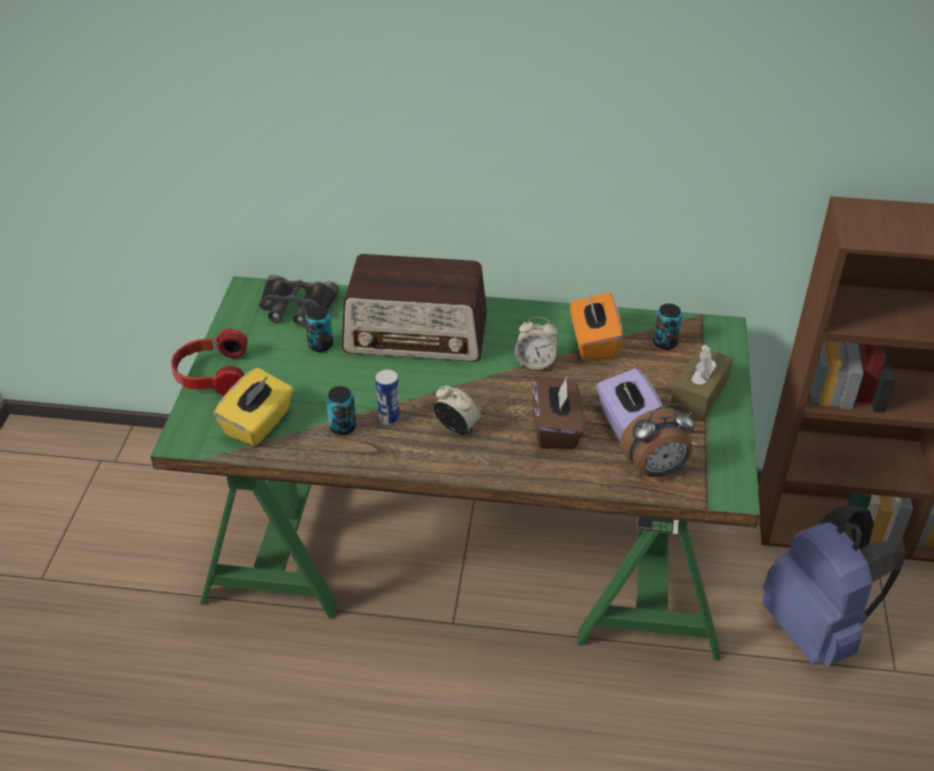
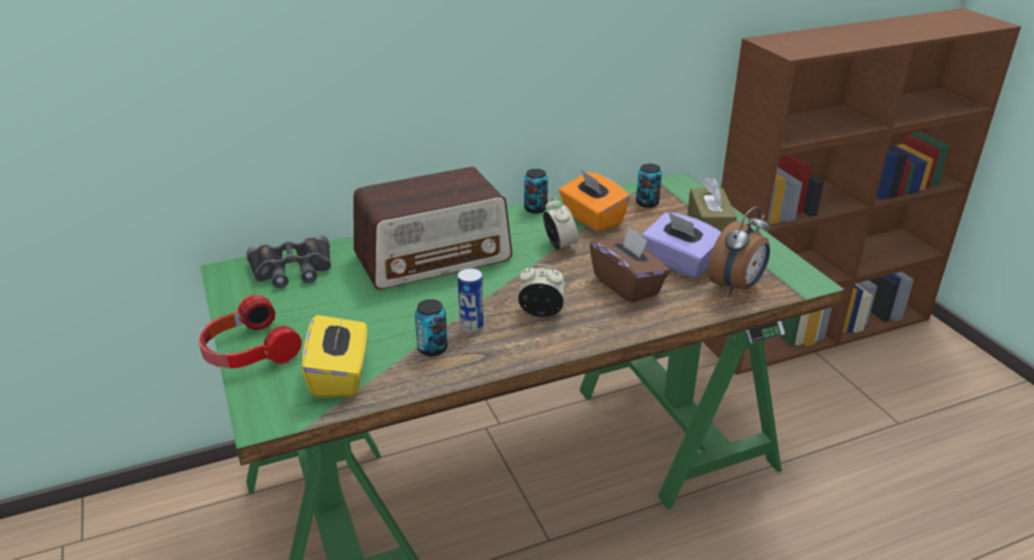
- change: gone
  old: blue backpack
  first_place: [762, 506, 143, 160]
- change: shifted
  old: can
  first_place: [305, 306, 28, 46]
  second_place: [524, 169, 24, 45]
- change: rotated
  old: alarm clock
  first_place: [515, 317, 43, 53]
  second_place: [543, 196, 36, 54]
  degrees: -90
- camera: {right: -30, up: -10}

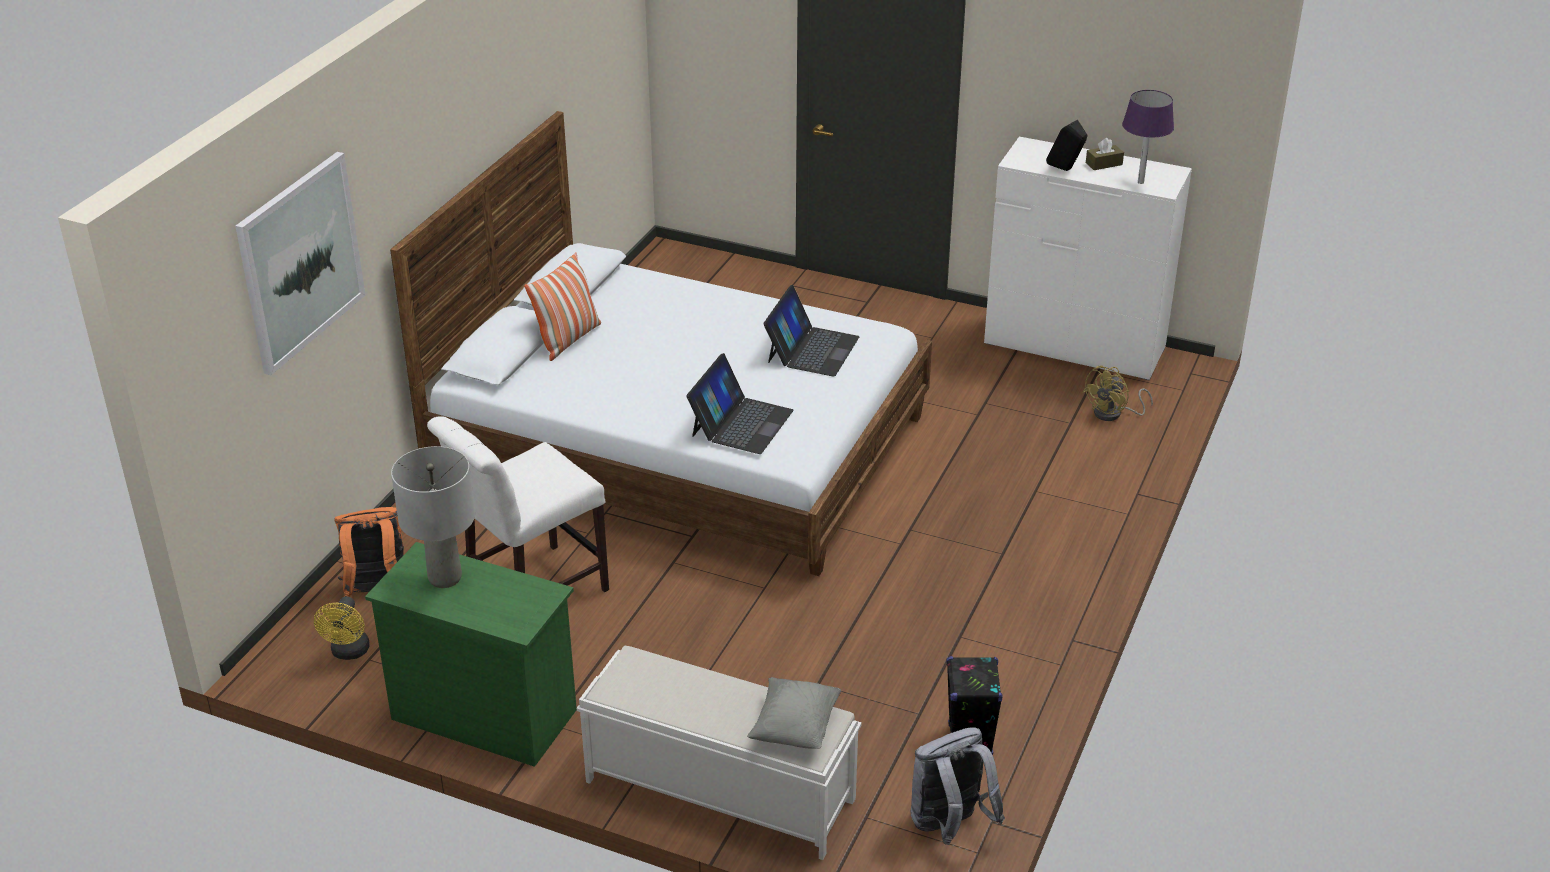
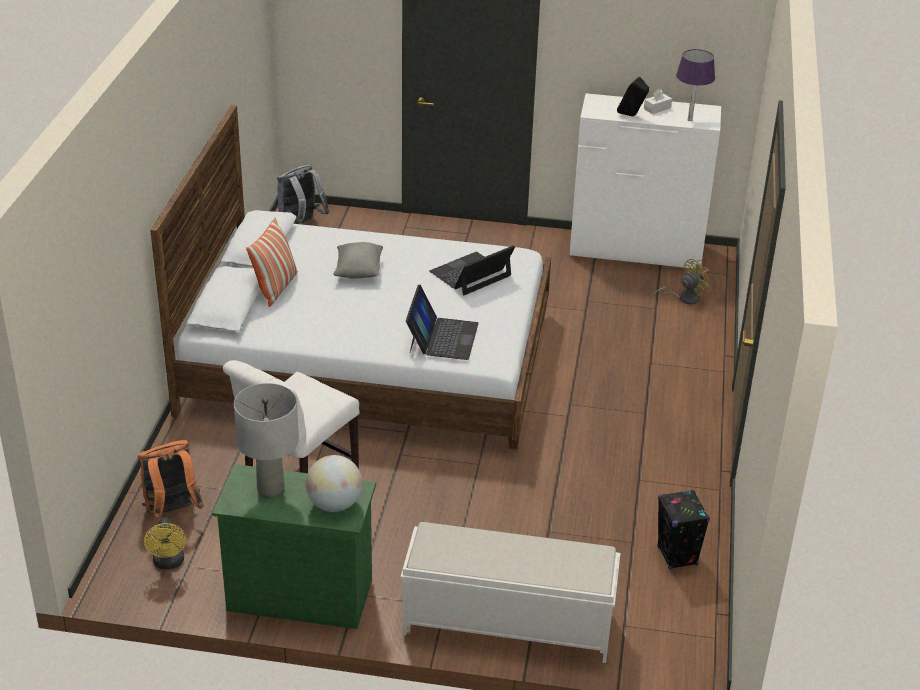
- change: gone
  old: picture
  first_place: [235, 152, 131, 223]
- change: new
  new: globe
  second_place: [306, 455, 56, 57]
- change: shifted
  old: grey pillow
  first_place: [747, 677, 94, 72]
  second_place: [333, 242, 50, 37]
- change: shifted
  old: grey backpack
  first_place: [911, 727, 94, 118]
  second_place: [277, 165, 52, 59]
- change: repainted
  old: brown tissue box
  new: white tissue box
  first_place: [1086, 138, 38, 32]
  second_place: [644, 89, 28, 25]
- change: rotated
  old: laptop
  first_place: [763, 285, 96, 92]
  second_place: [429, 245, 86, 50]
  degrees: -135
- change: rotated
  old: yellow fan
  first_place: [1082, 366, 71, 55]
  second_place: [652, 259, 59, 46]
  degrees: -150
- camera: {right: -15, up: 0}

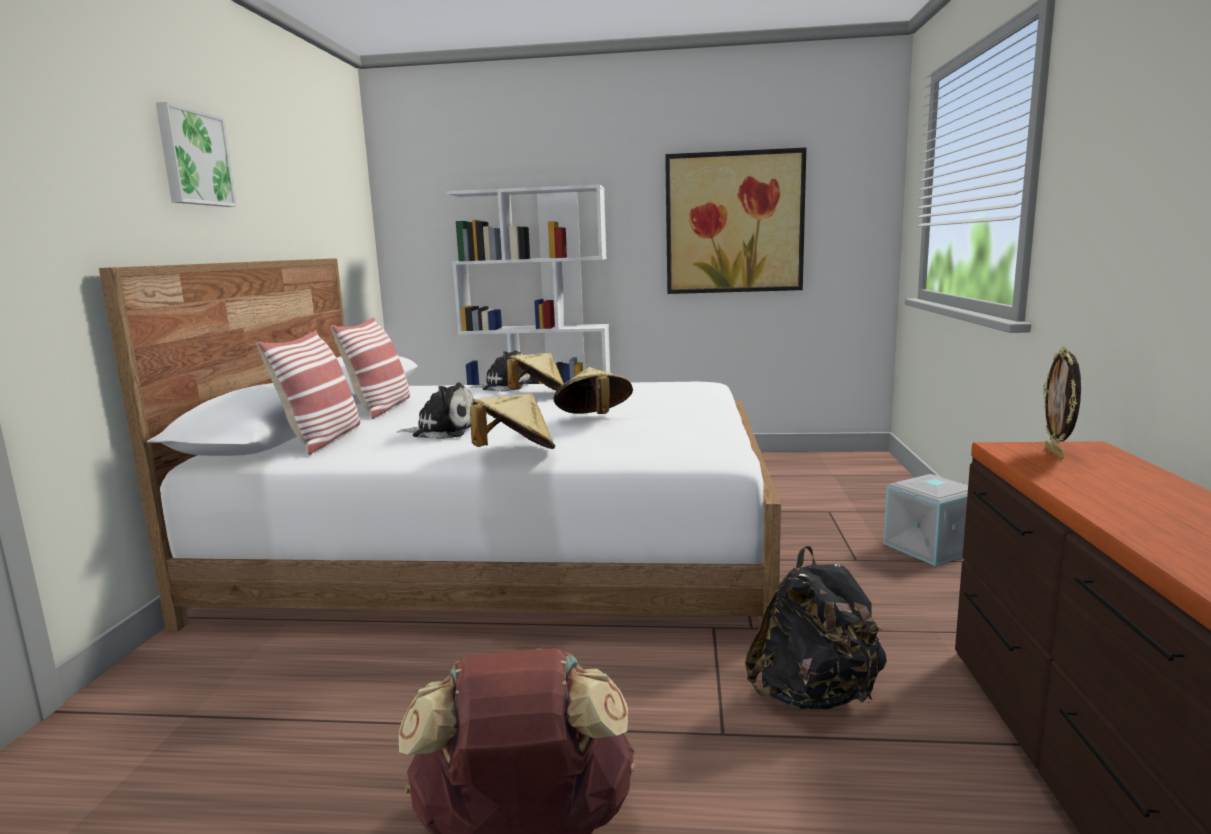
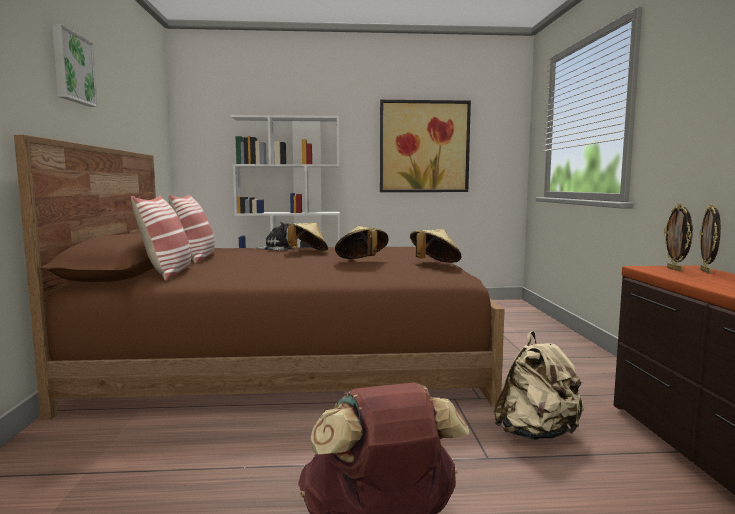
- change: gone
  old: plush toy
  first_place: [397, 383, 77, 56]
- change: gone
  old: grey storage box
  first_place: [883, 474, 85, 92]
- change: new
  new: picture frame
  second_place: [700, 204, 21, 70]
- change: shifted
  old: beige hat
  first_place: [470, 394, 85, 55]
  second_place: [410, 229, 52, 34]
- change: repainted
  old: white bed
  new: brown bed
  first_place: [99, 258, 682, 373]
  second_place: [14, 135, 491, 285]
- change: repainted
  old: black backpack
  new: beige backpack
  first_place: [745, 546, 142, 164]
  second_place: [494, 331, 90, 109]
- camera: {right: -10, up: -5}

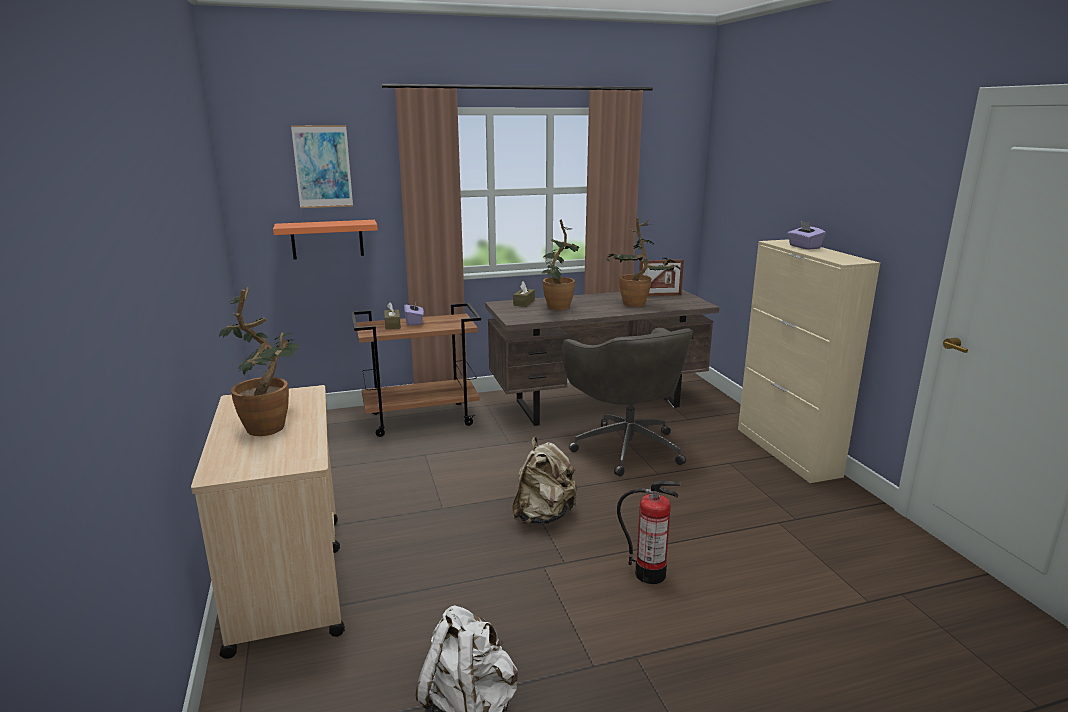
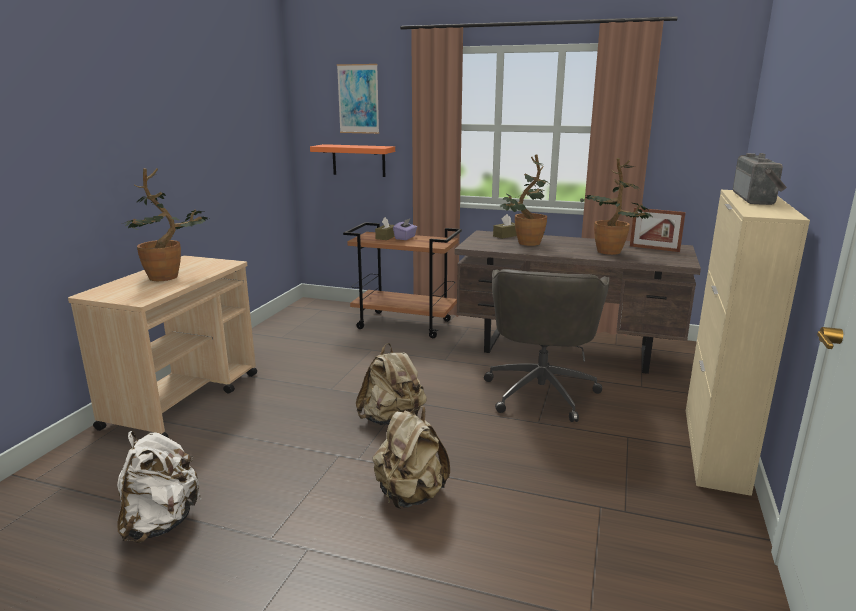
- change: swapped
  old: fire extinguisher
  new: beige backpack
  first_place: [617, 481, 64, 103]
  second_place: [372, 406, 78, 103]
- change: swapped
  old: purple tissue box
  new: radio
  first_place: [788, 221, 38, 29]
  second_place: [733, 153, 54, 52]
- camera: {right: 35, up: 0}

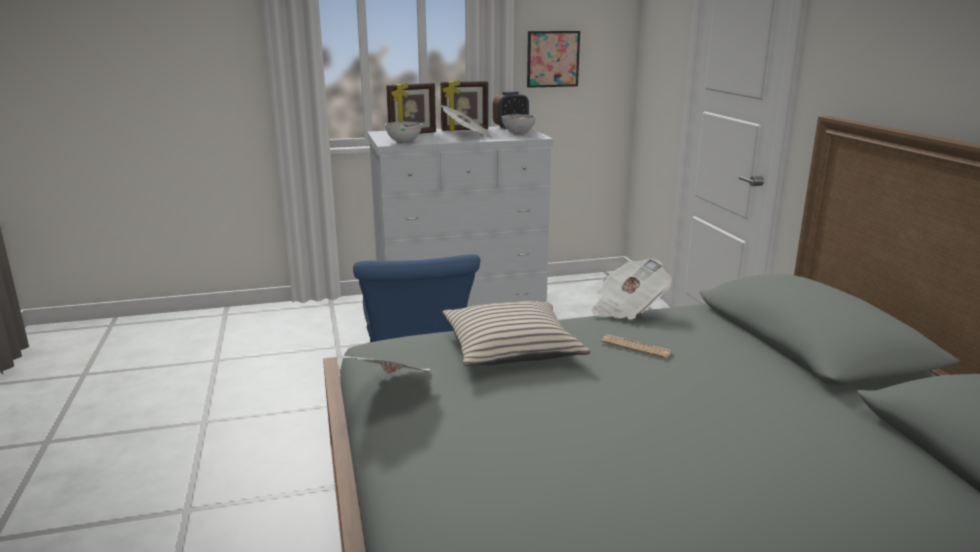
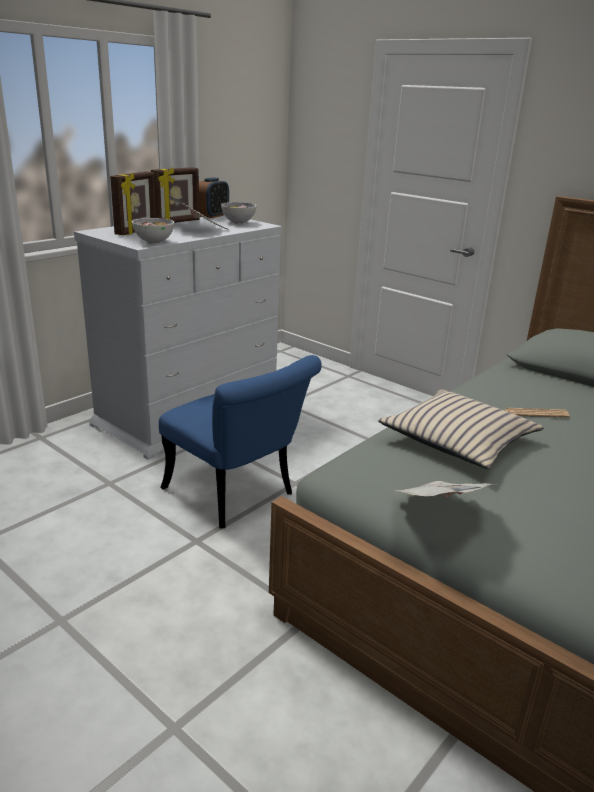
- change: gone
  old: picture
  first_place: [527, 31, 53, 57]
- change: gone
  old: newspaper
  first_place: [592, 259, 80, 61]
- camera: {right: -35, up: 5}

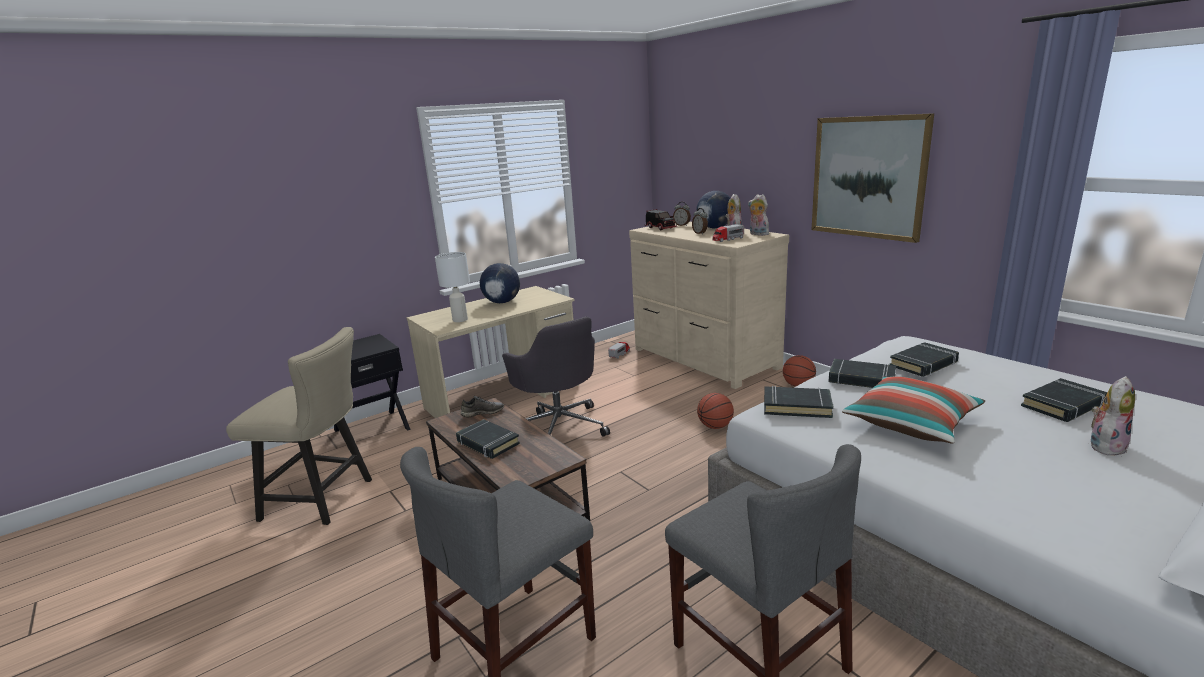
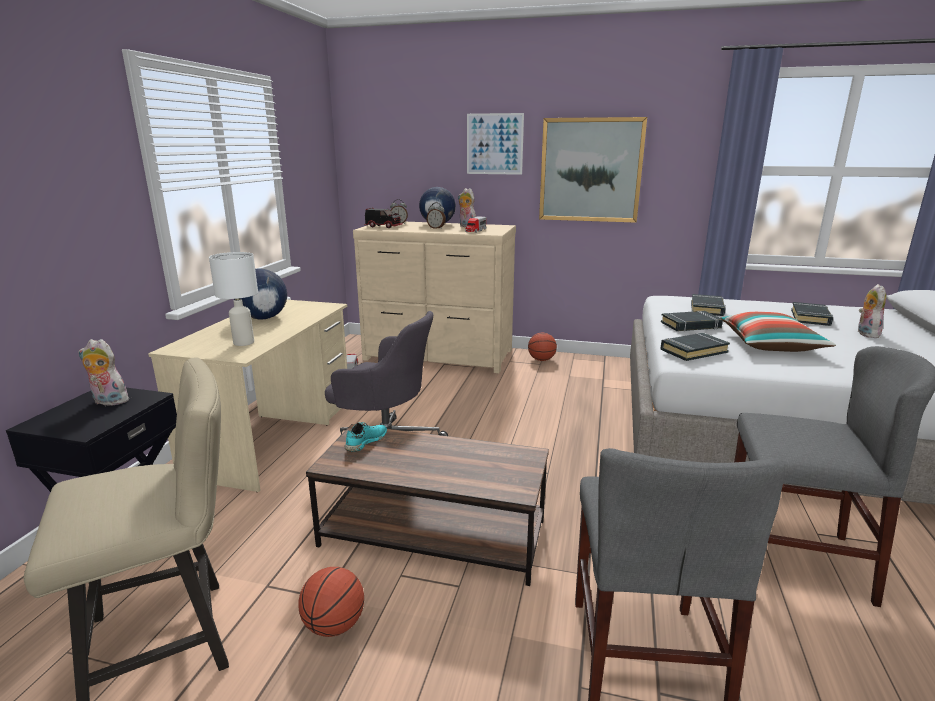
- change: gone
  old: black book
  first_place: [456, 419, 64, 40]
- change: new
  new: picture
  second_place: [467, 113, 57, 62]
- change: shifted
  old: basketball
  first_place: [697, 393, 37, 36]
  second_place: [298, 567, 66, 70]
- change: shifted
  old: plush toy
  first_place: [748, 194, 24, 42]
  second_place: [78, 339, 51, 67]
- change: repainted
  old: grey shoe
  new: turquoise shoe
  first_place: [461, 396, 43, 21]
  second_place: [345, 422, 42, 30]
- camera: {right: -40, up: 0}

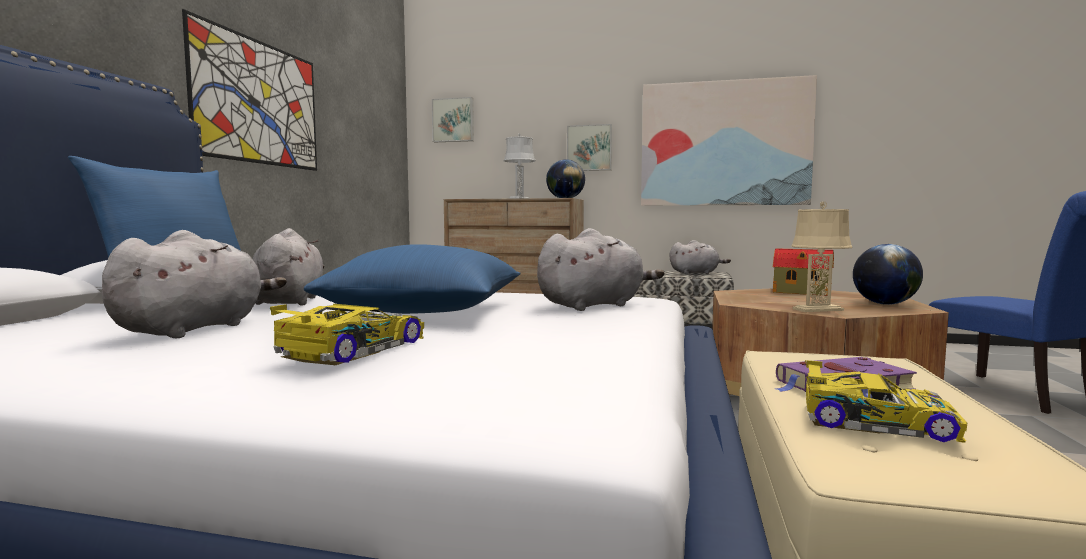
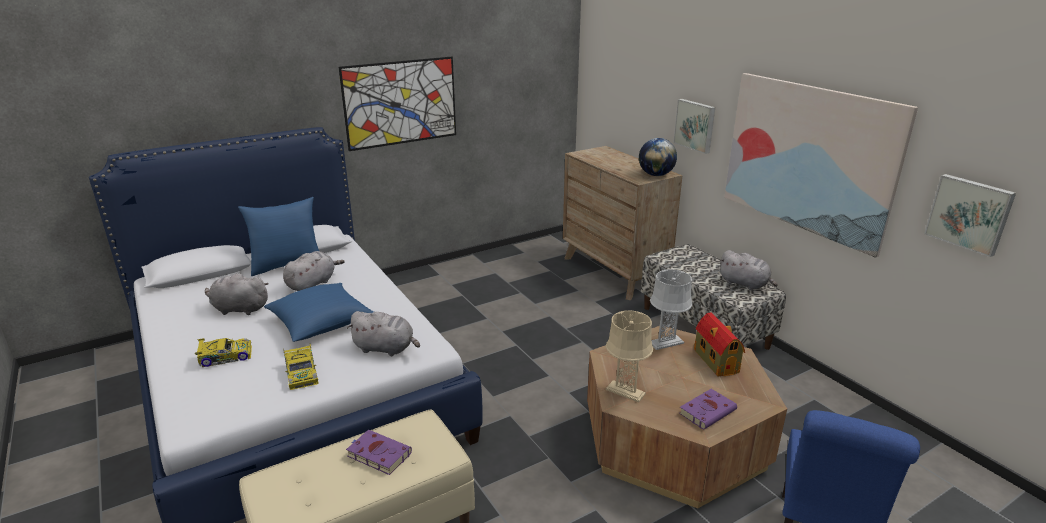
- change: shifted
  old: picture
  first_place: [432, 97, 42, 45]
  second_place: [924, 174, 92, 83]
- change: shifted
  old: grey table lamp
  first_place: [503, 134, 33, 65]
  second_place: [650, 269, 43, 81]
- change: shifted
  old: toy car
  first_place: [805, 360, 162, 83]
  second_place: [283, 343, 36, 47]
- change: swapped
  old: globe
  new: purple book
  first_place: [853, 244, 70, 61]
  second_place: [679, 389, 58, 41]
- change: rotated
  old: grey plush toy
  first_place: [102, 230, 185, 108]
  second_place: [205, 273, 64, 42]
  degrees: -150
- camera: {right: 45, up: 20}

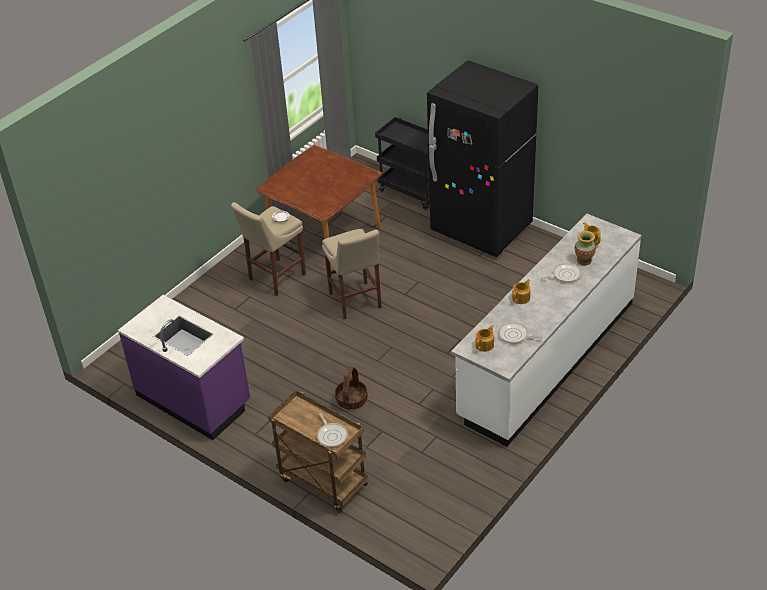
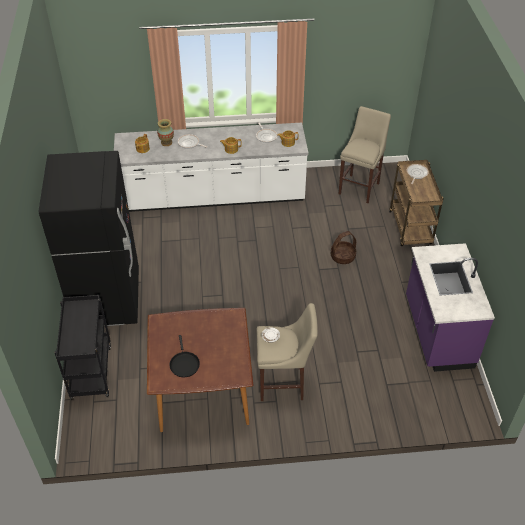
- change: new
  new: black frying pan
  second_place: [169, 335, 31, 42]
- change: shifted
  old: beige stool
  first_place: [322, 229, 60, 90]
  second_place: [339, 106, 52, 97]
- camera: {right: -135, up: 5}

